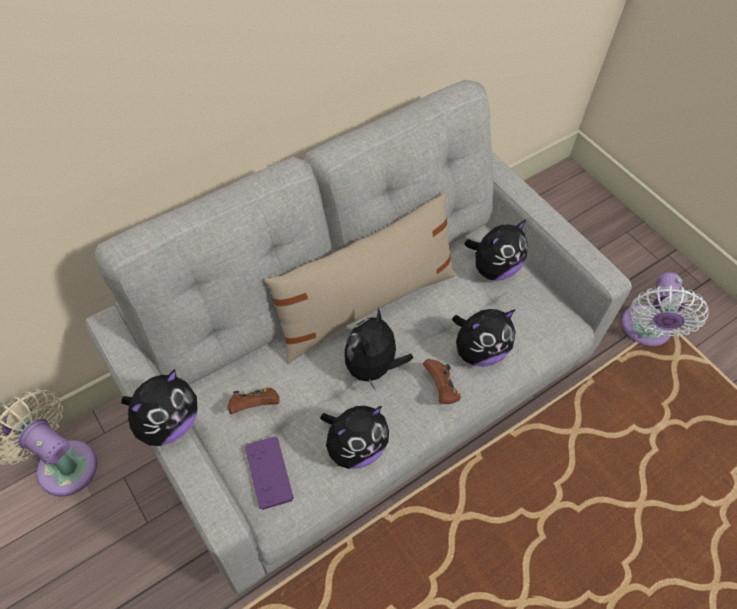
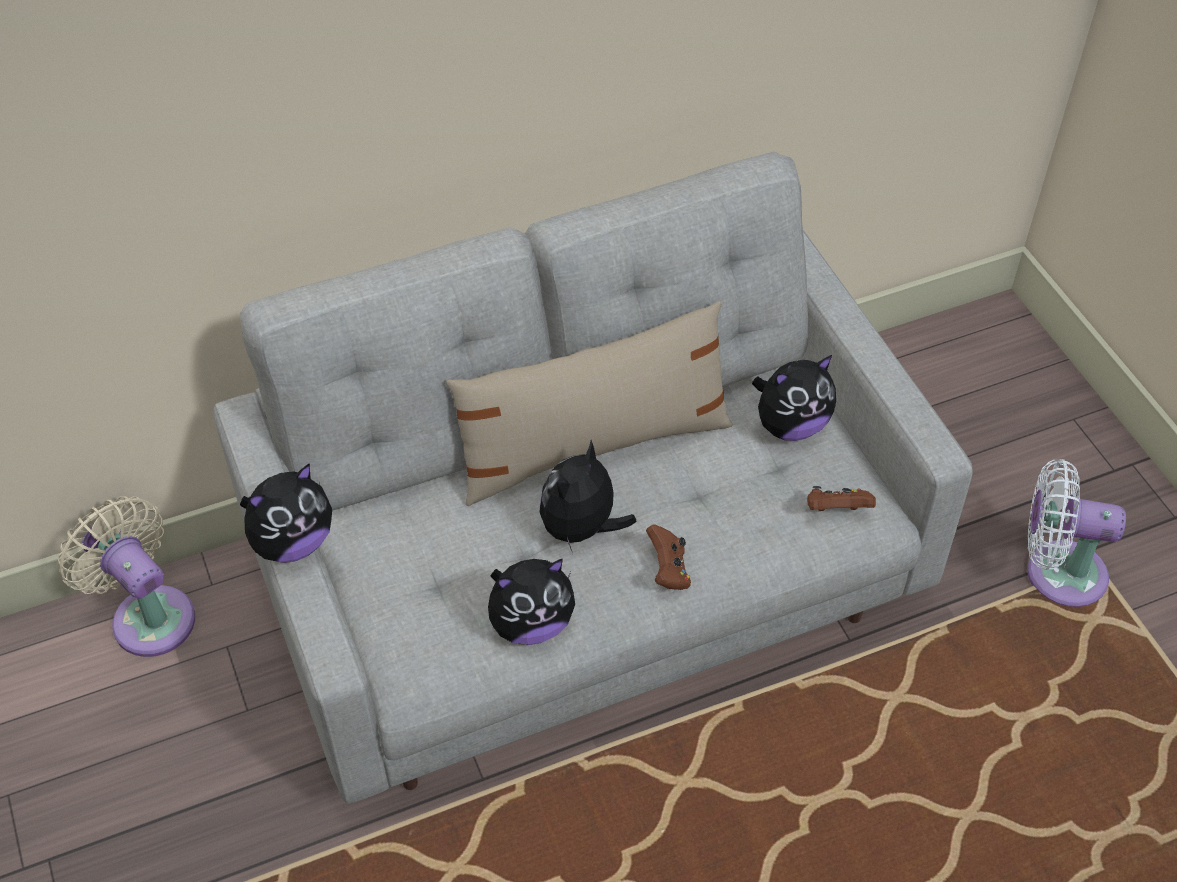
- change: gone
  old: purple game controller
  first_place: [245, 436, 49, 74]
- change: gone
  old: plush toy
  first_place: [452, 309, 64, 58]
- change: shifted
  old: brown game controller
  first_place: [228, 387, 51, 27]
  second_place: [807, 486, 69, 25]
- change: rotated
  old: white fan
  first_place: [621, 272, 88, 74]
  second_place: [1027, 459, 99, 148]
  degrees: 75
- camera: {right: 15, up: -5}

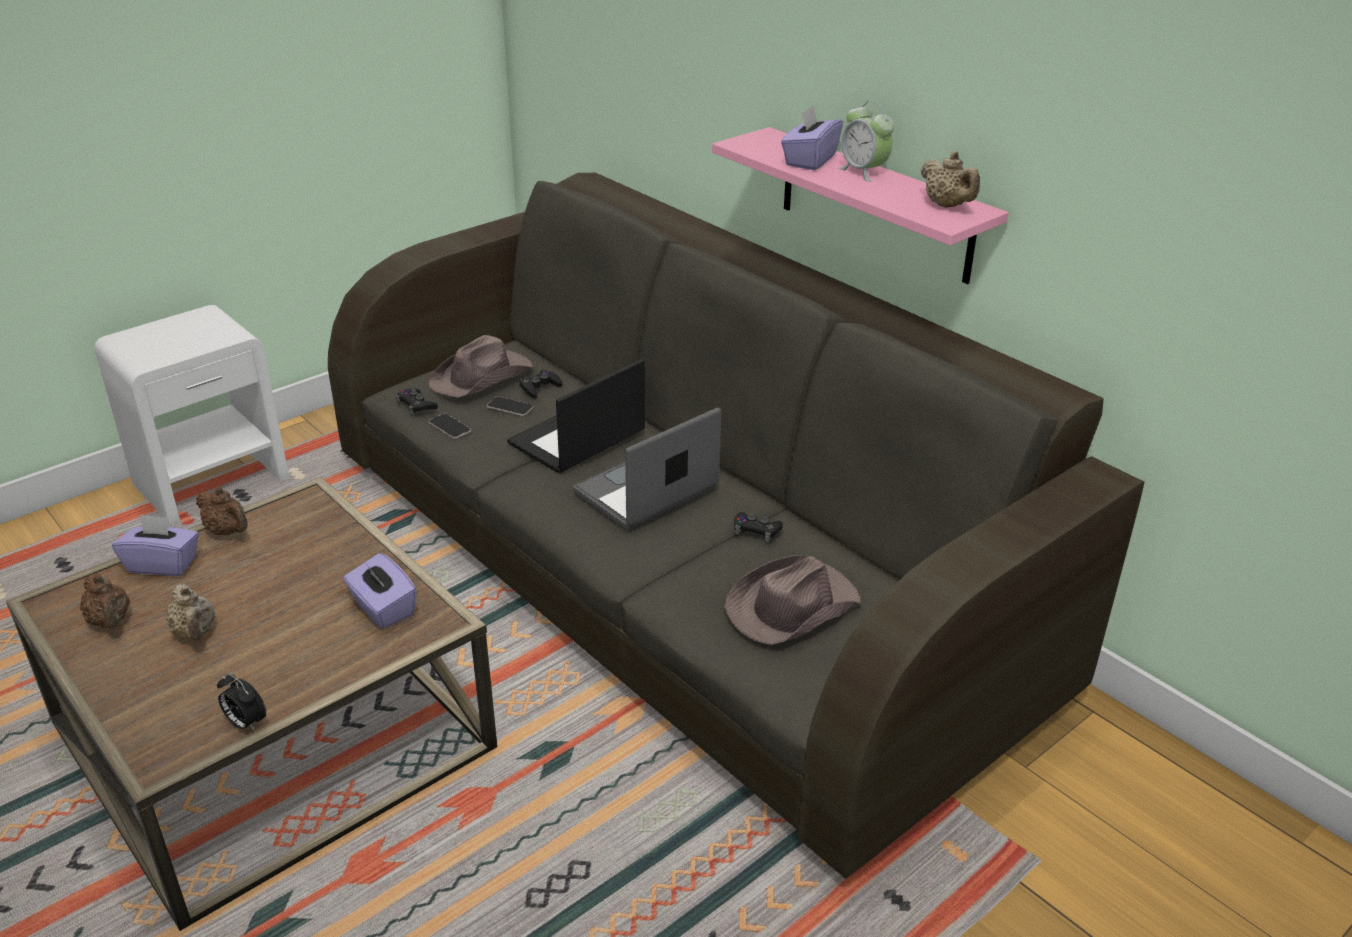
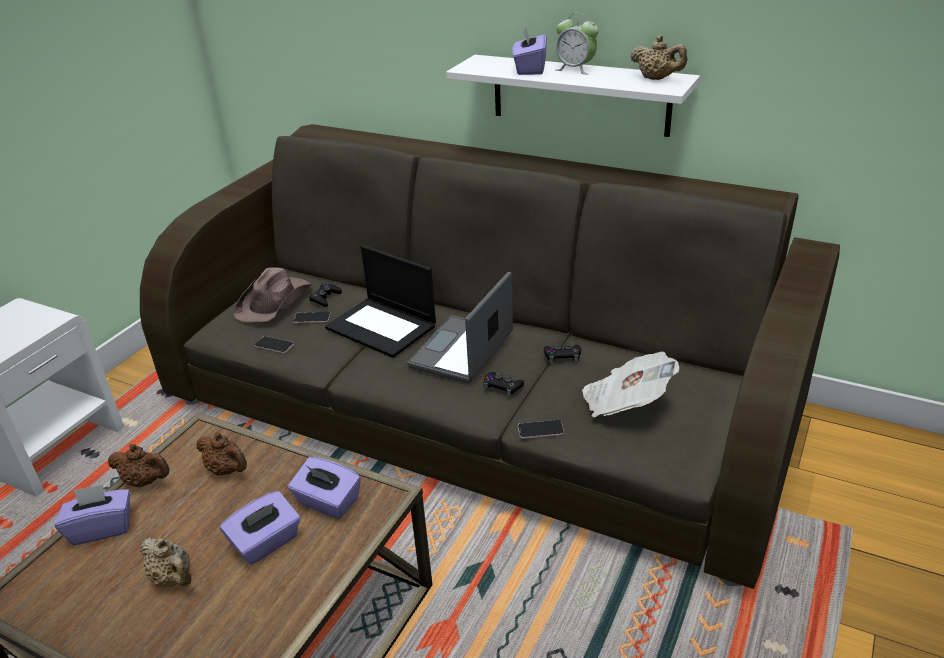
- change: gone
  old: alarm clock
  first_place: [217, 673, 49, 59]
- change: new
  new: purple tissue box
  second_place: [220, 491, 80, 74]
- change: new
  new: phone
  second_place: [518, 420, 46, 18]
- change: shifted
  old: brown teapot
  first_place: [79, 573, 51, 56]
  second_place: [196, 432, 51, 43]
- change: shifted
  old: black game controller
  first_place: [395, 389, 43, 26]
  second_place: [483, 372, 41, 25]
- change: swapped
  old: brown hat
  new: newspaper
  first_place: [724, 555, 137, 90]
  second_place: [582, 352, 97, 65]
- change: repainted
  old: pink shelf
  new: white shelf
  first_place: [712, 127, 297, 157]
  second_place: [446, 55, 254, 82]
- change: rotated
  old: laptop
  first_place: [507, 359, 138, 115]
  second_place: [325, 245, 111, 113]
  degrees: -75
- camera: {right: -20, up: 0}

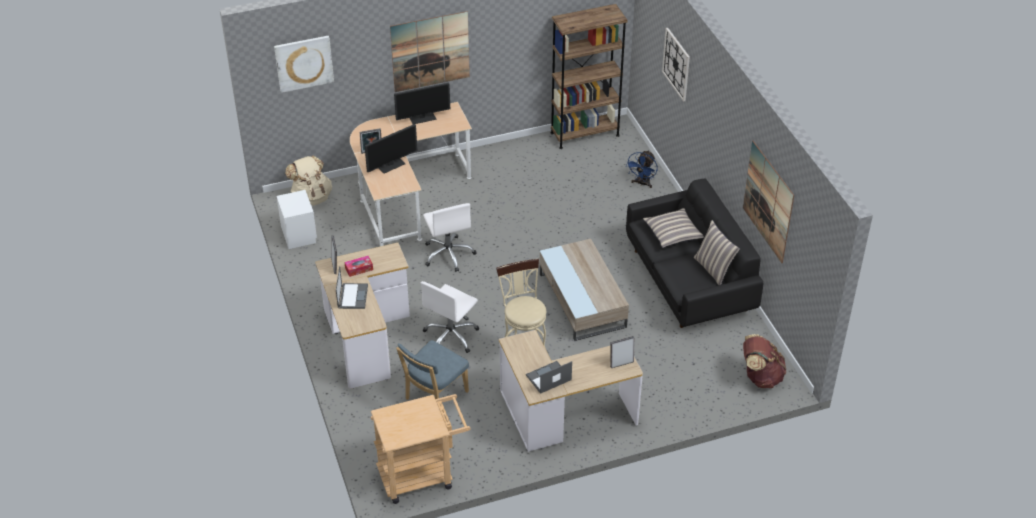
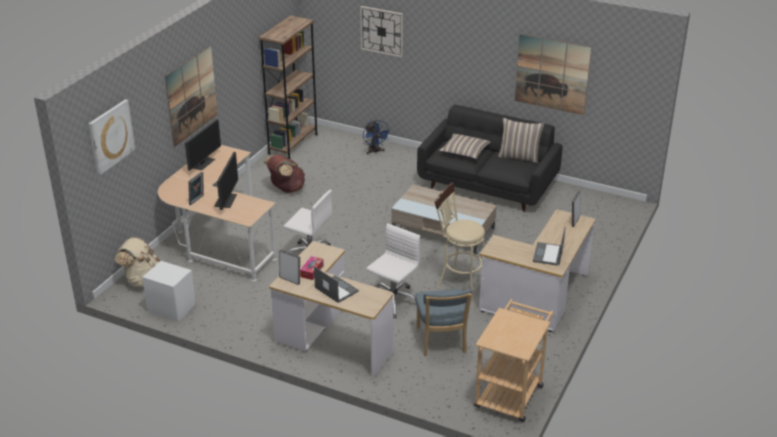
- change: shifted
  old: brown backpack
  first_place: [743, 334, 43, 54]
  second_place: [263, 155, 42, 38]
- change: rotated
  old: white office chair
  first_place: [421, 281, 58, 72]
  second_place: [366, 223, 54, 96]
  degrees: -135
- camera: {right: -45, up: -10}

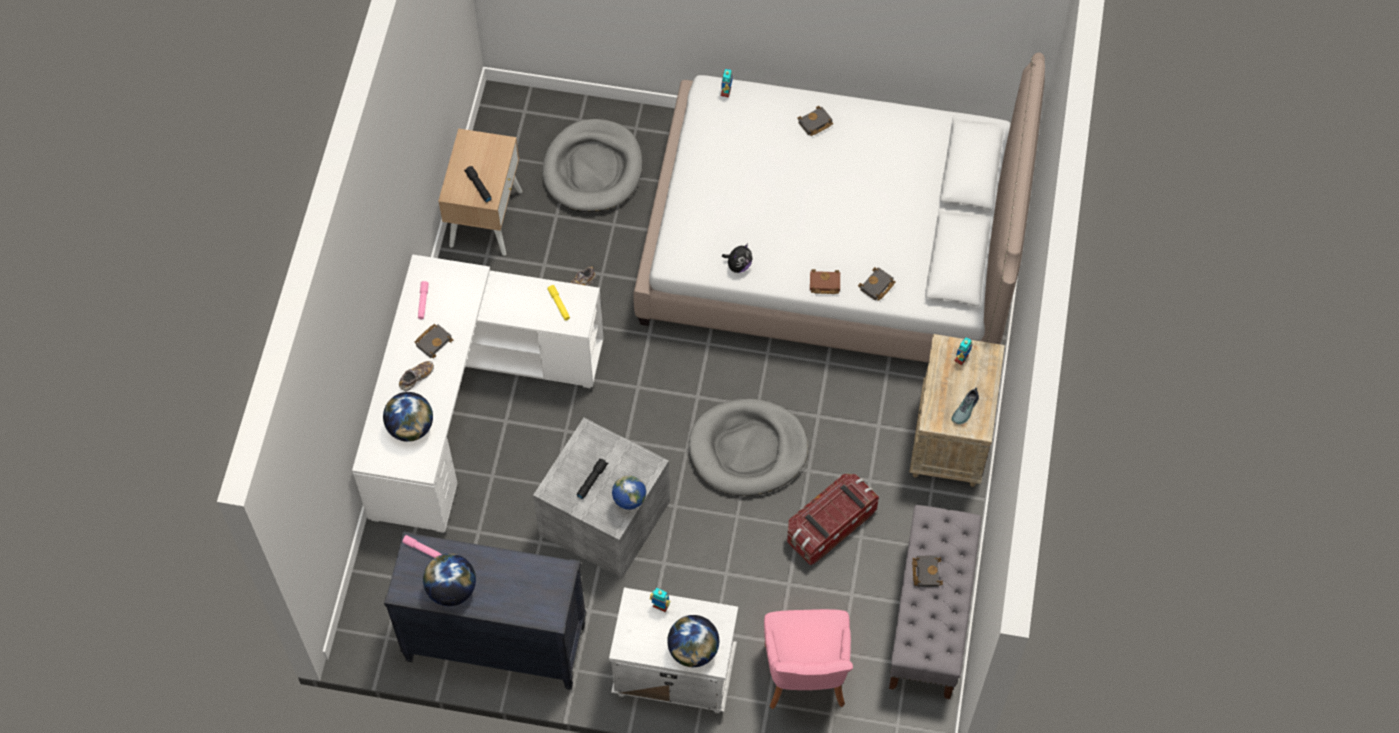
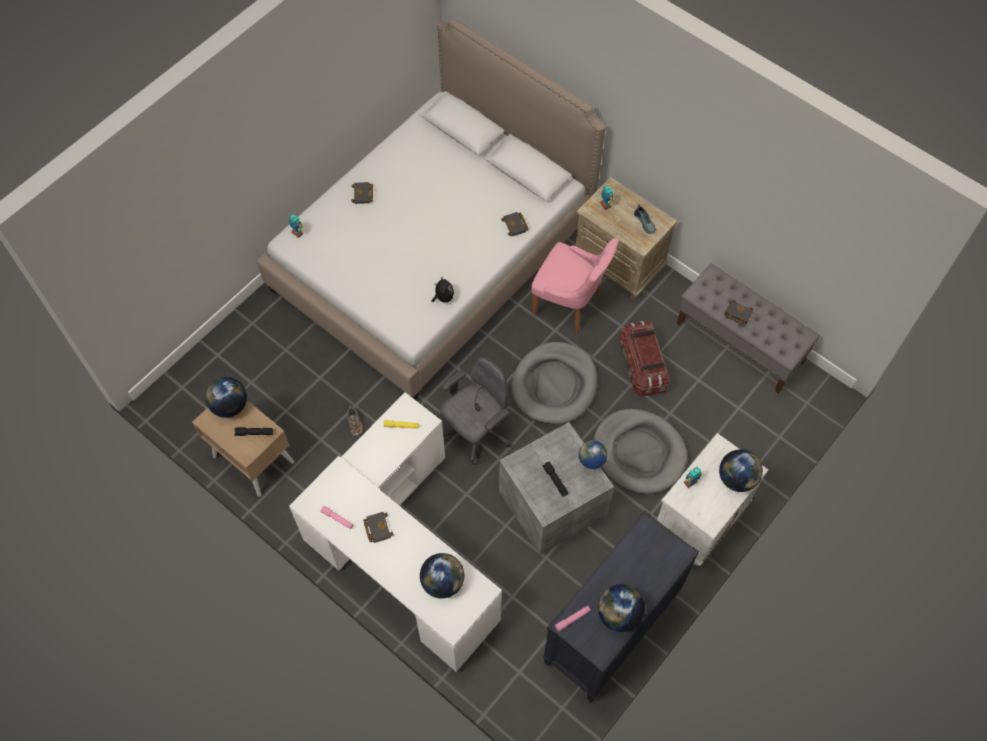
- change: gone
  old: shoe
  first_place: [399, 361, 35, 31]
- change: gone
  old: brown book
  first_place: [810, 269, 30, 25]
- change: new
  new: globe
  second_place: [205, 377, 42, 41]
- change: new
  new: grey office chair
  second_place: [440, 357, 72, 108]
- change: shifted
  old: grey dog bed
  first_place: [542, 119, 100, 93]
  second_place: [593, 409, 95, 85]
- change: shifted
  old: pink chair
  first_place: [764, 609, 89, 100]
  second_place: [531, 238, 88, 95]
- camera: {right: -60, up: 0}

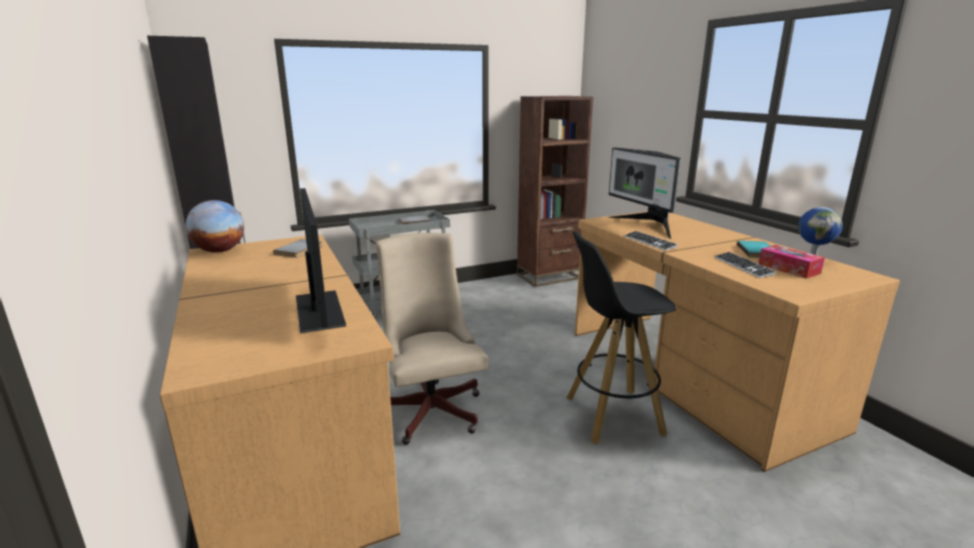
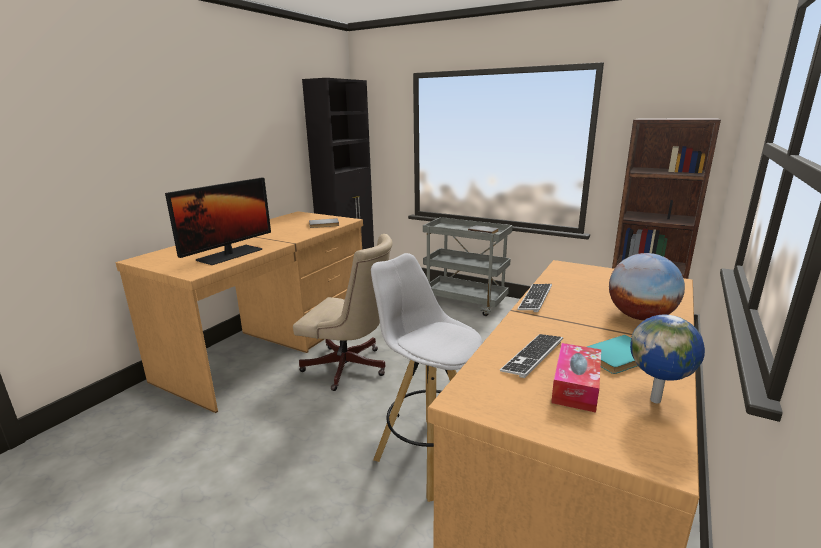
- change: gone
  old: monitor
  first_place: [608, 148, 73, 91]
- change: shifted
  old: globe
  first_place: [186, 200, 58, 53]
  second_place: [609, 253, 76, 67]
- change: repainted
  old: black stool
  new: white stool
  first_place: [567, 231, 109, 213]
  second_place: [371, 253, 112, 249]
- change: rotated
  old: beige office chair
  first_place: [376, 233, 112, 212]
  second_place: [293, 234, 100, 157]
  degrees: 75
- camera: {right: 55, up: 0}

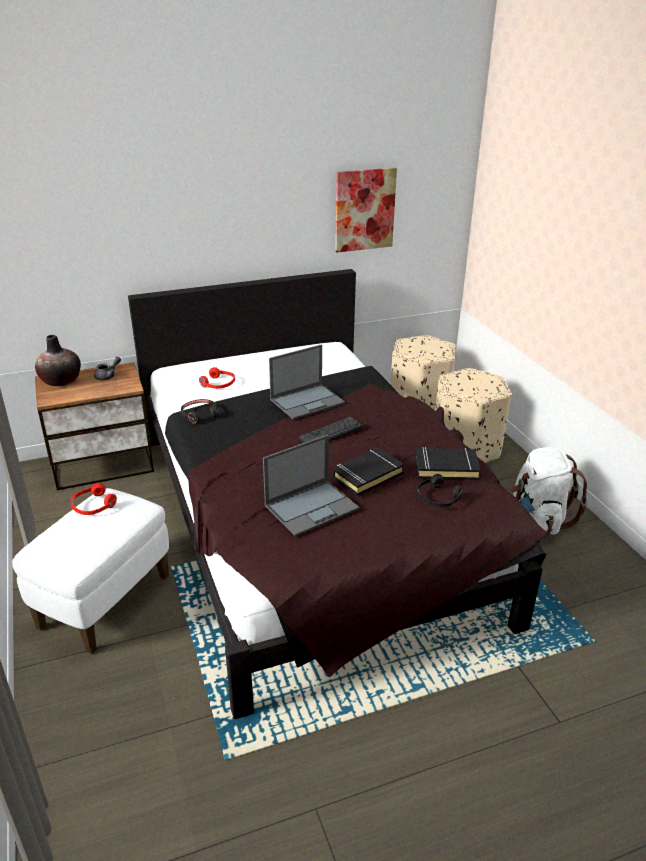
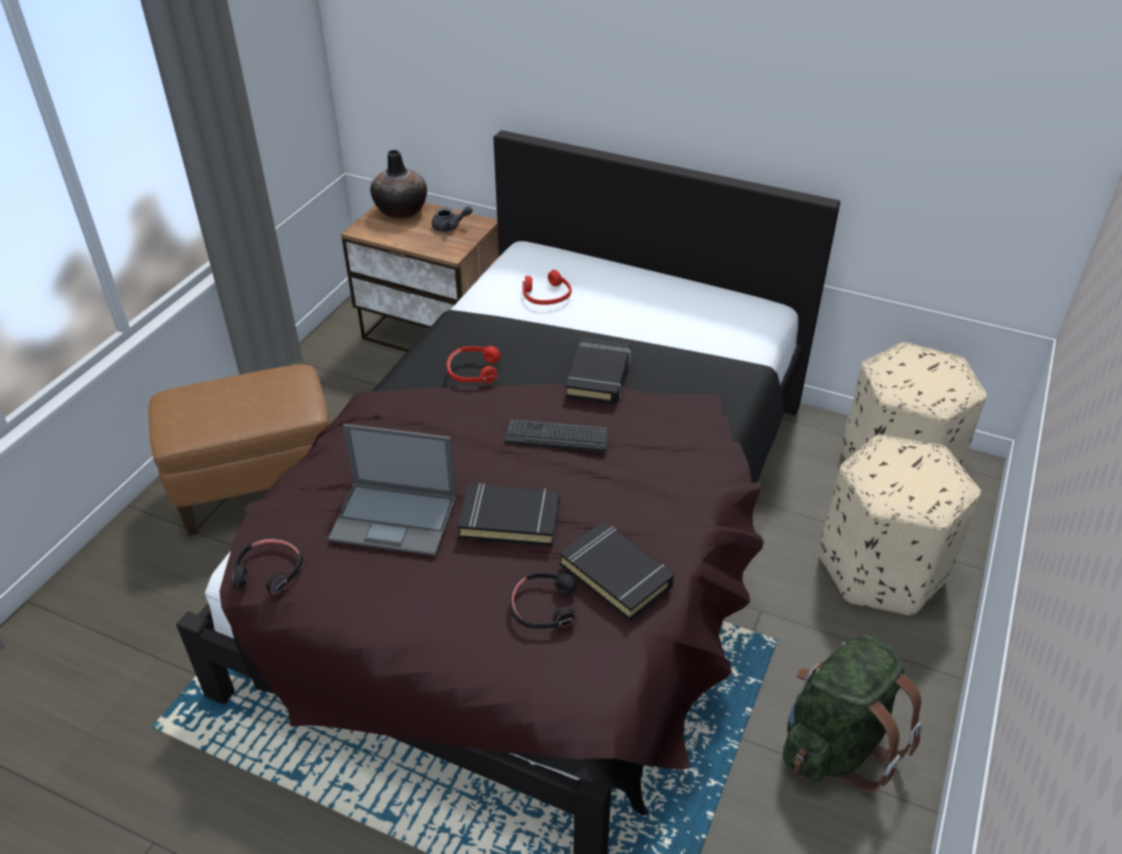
- change: gone
  old: picture
  first_place: [335, 168, 62, 85]
- change: shifted
  old: red headphones
  first_place: [70, 483, 47, 32]
  second_place: [447, 346, 54, 38]
- change: shifted
  old: black headphones
  first_place: [181, 399, 37, 25]
  second_place: [231, 537, 72, 58]
- change: swapped
  old: laptop
  new: black book
  first_place: [269, 344, 76, 75]
  second_place: [565, 337, 66, 67]
- change: repainted
  old: white ottoman
  new: brown ottoman
  first_place: [12, 488, 157, 166]
  second_place: [148, 364, 182, 172]
- change: repainted
  old: white backpack
  new: green backpack
  first_place: [511, 447, 77, 88]
  second_place: [783, 635, 140, 157]
- camera: {right: 45, up: 10}

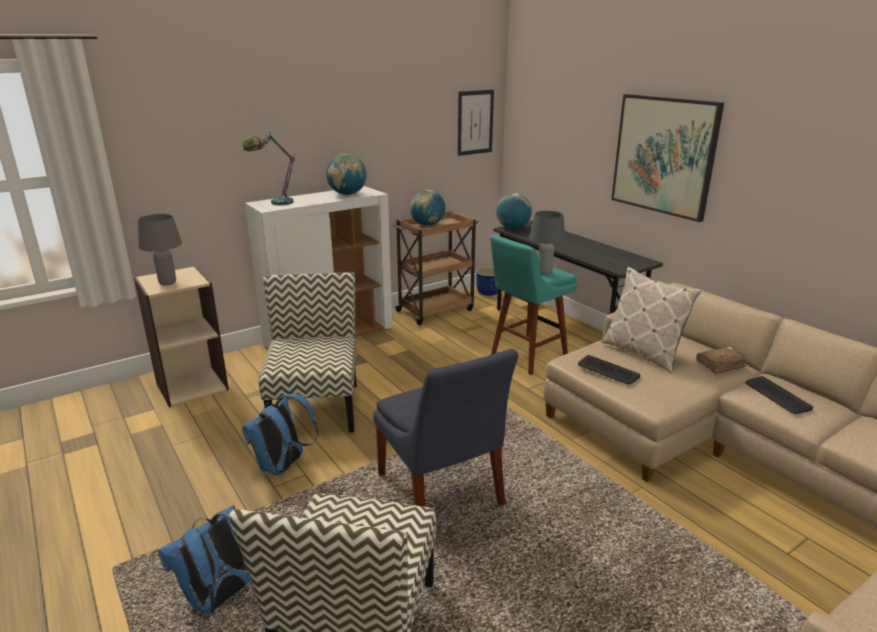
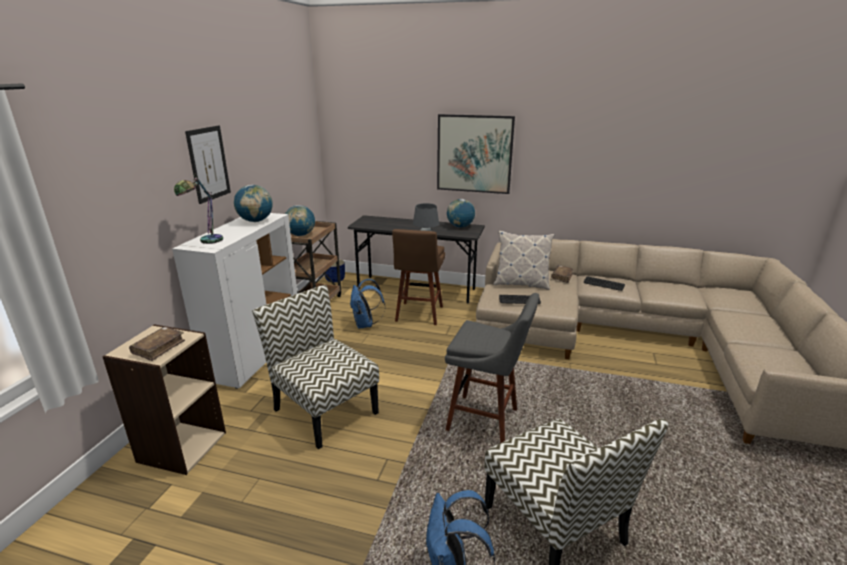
- change: shifted
  old: blue backpack
  first_place: [242, 394, 76, 81]
  second_place: [350, 279, 35, 50]
- change: shifted
  old: picture
  first_place: [458, 90, 36, 66]
  second_place: [185, 125, 46, 79]
- change: shifted
  old: globe
  first_place: [496, 193, 36, 36]
  second_place: [447, 199, 28, 29]
- change: swapped
  old: grey table lamp
  new: brown book
  first_place: [138, 214, 44, 72]
  second_place: [129, 327, 56, 34]
- change: swapped
  old: blue chair
  new: grey stool
  first_place: [373, 349, 146, 158]
  second_place: [445, 293, 94, 150]
- change: repainted
  old: turquoise stool
  new: brown stool
  first_place: [490, 235, 87, 140]
  second_place: [392, 229, 53, 96]
- camera: {right: -40, up: 0}

